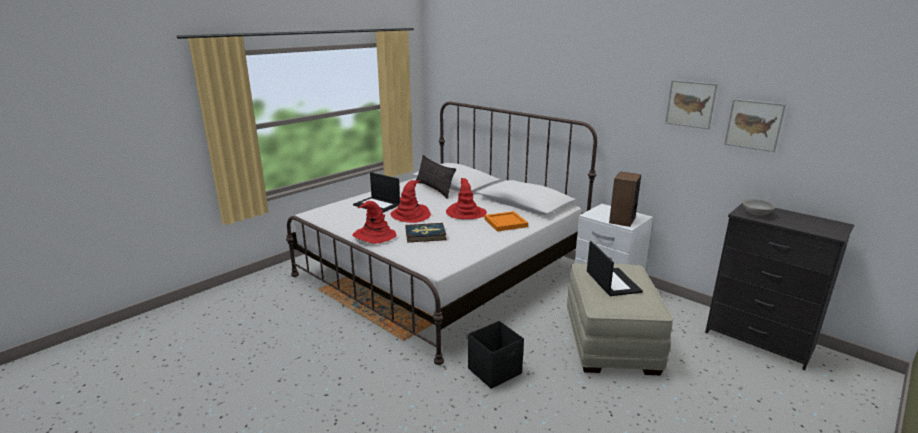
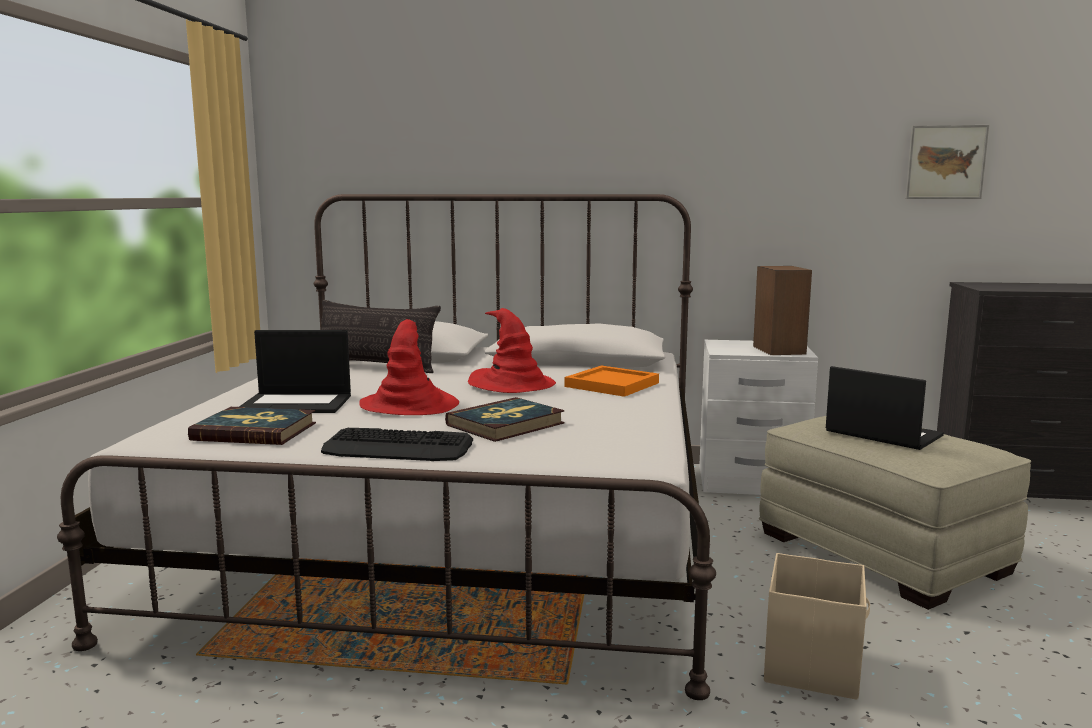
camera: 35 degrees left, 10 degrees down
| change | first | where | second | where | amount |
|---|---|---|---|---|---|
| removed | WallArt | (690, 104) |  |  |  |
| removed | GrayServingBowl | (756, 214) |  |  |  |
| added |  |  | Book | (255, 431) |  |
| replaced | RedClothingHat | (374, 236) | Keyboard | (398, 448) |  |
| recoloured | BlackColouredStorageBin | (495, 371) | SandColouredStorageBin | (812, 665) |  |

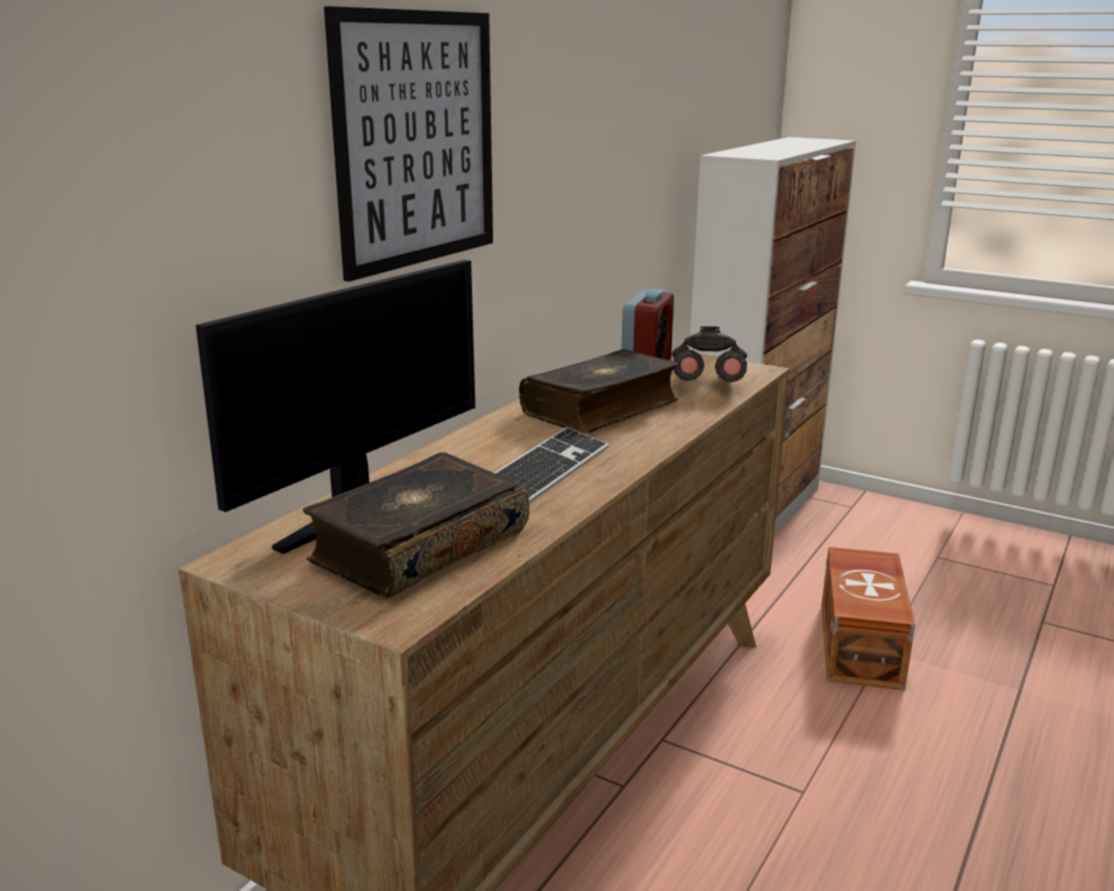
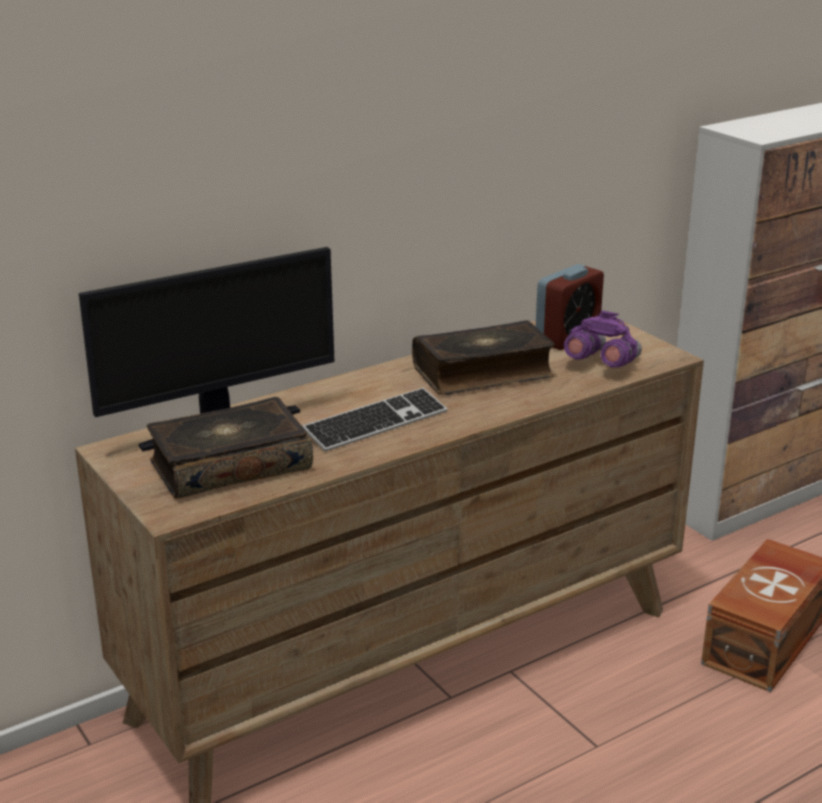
camera: 25 degrees right, 5 degrees up
| change | first | where | second | where | amount |
|---|---|---|---|---|---|
| removed | WallArt | (417, 140) |  |  |  |
| recoloured | GrayBinoculars | (706, 384) | PurpleColouredBinoculars | (601, 364) |  |

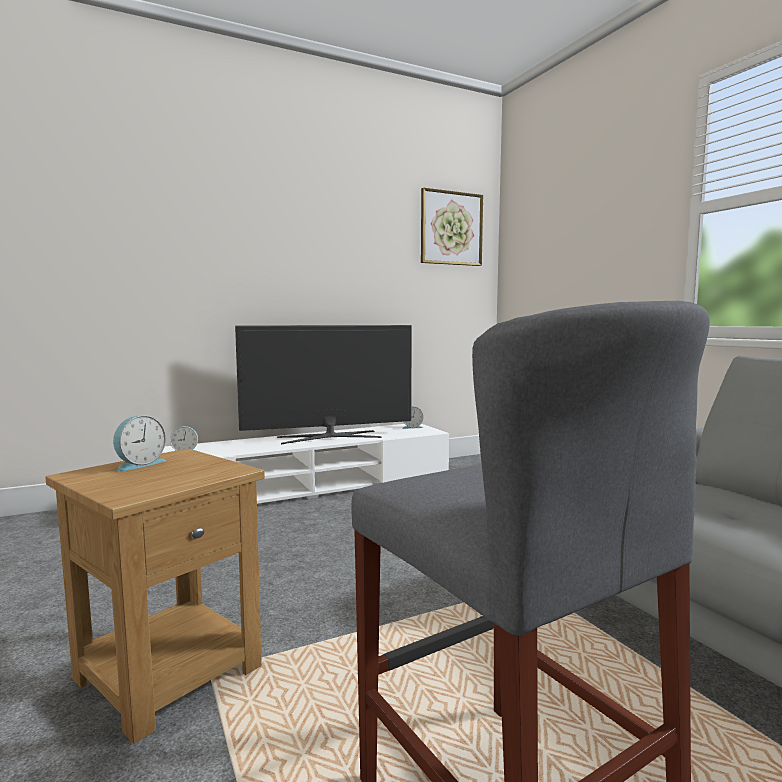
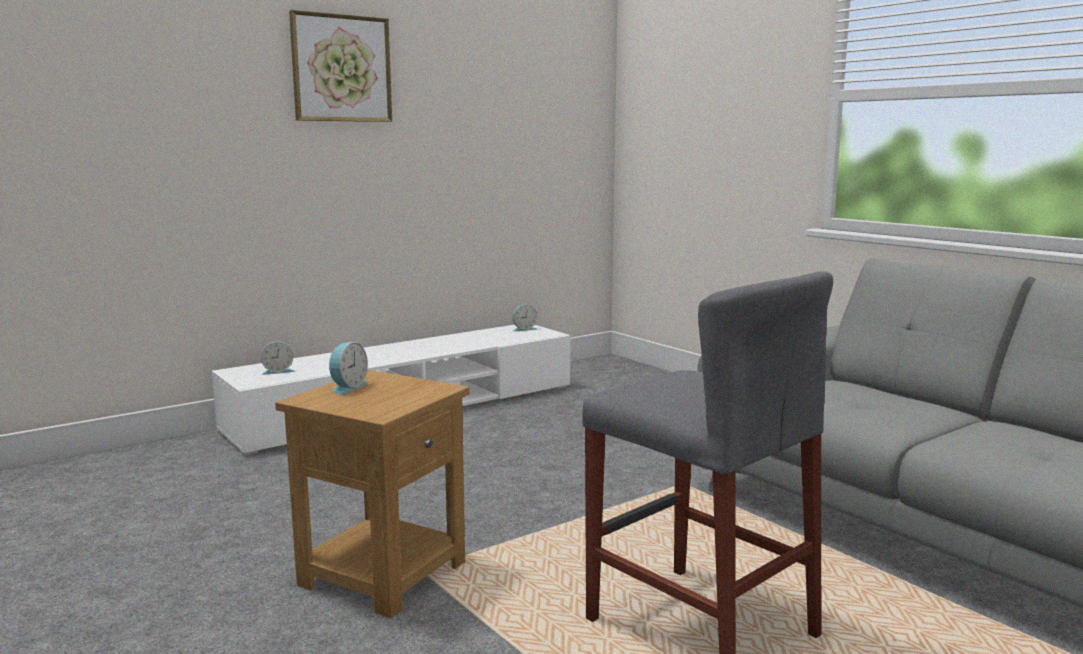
camera: 10 degrees left, 5 degrees up
| change | first | where | second | where | amount |
|---|---|---|---|---|---|
| removed | Television | (330, 437) |  |  |  |
| moved | WallArt | (451, 228) |  | (341, 68) |  |

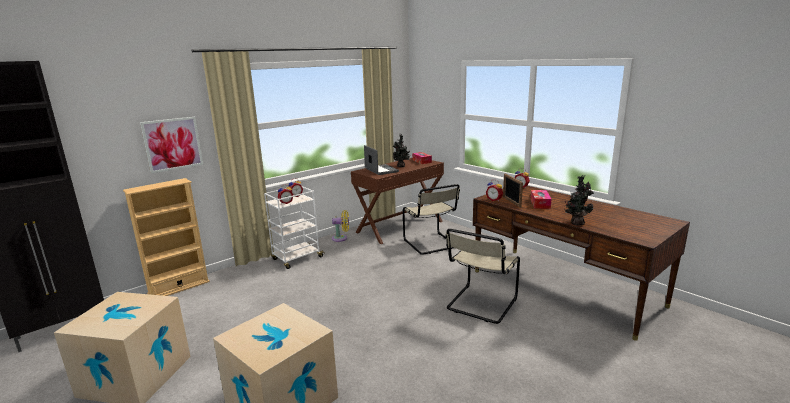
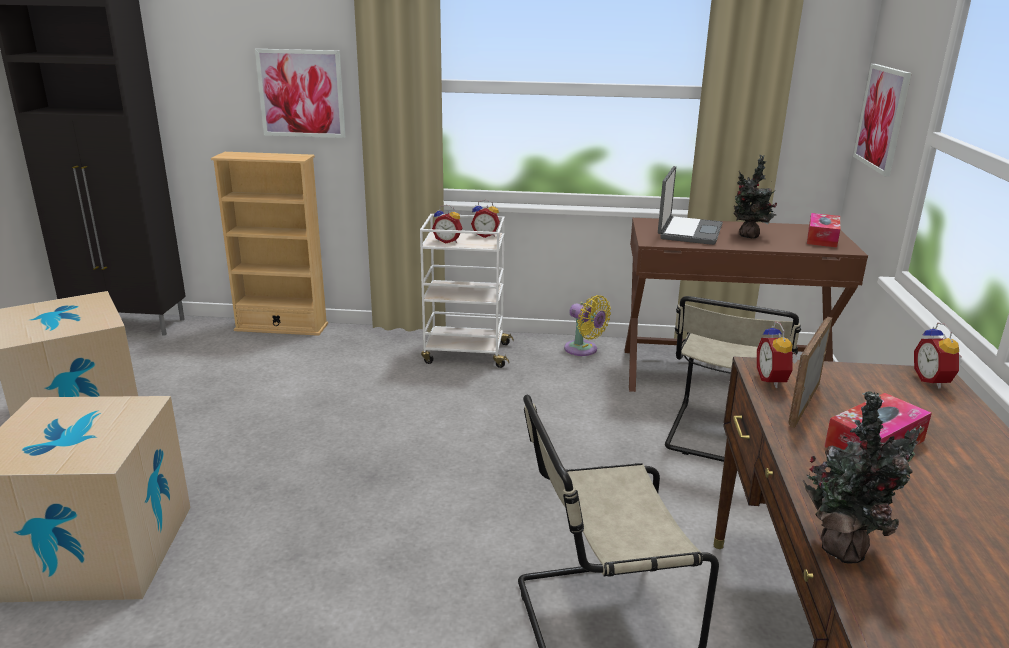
camera: 45 degrees right, 5 degrees up
| change | first | where | second | where | amount |
|---|---|---|---|---|---|
| added |  |  | WallArt | (882, 118) |  |

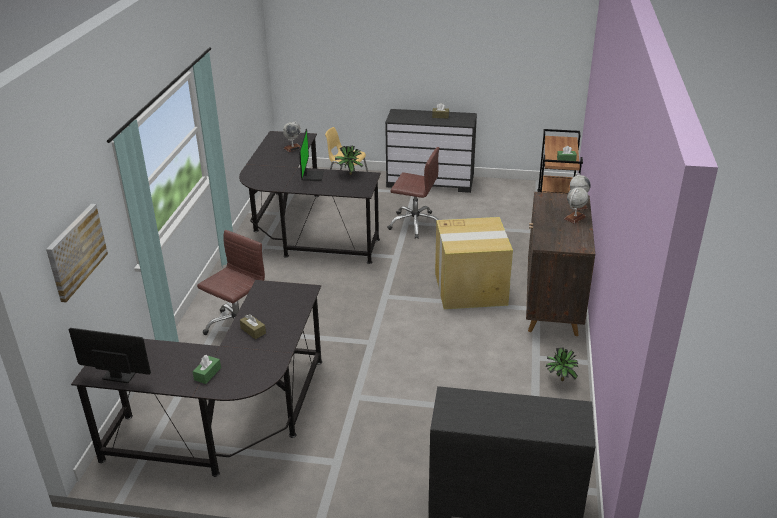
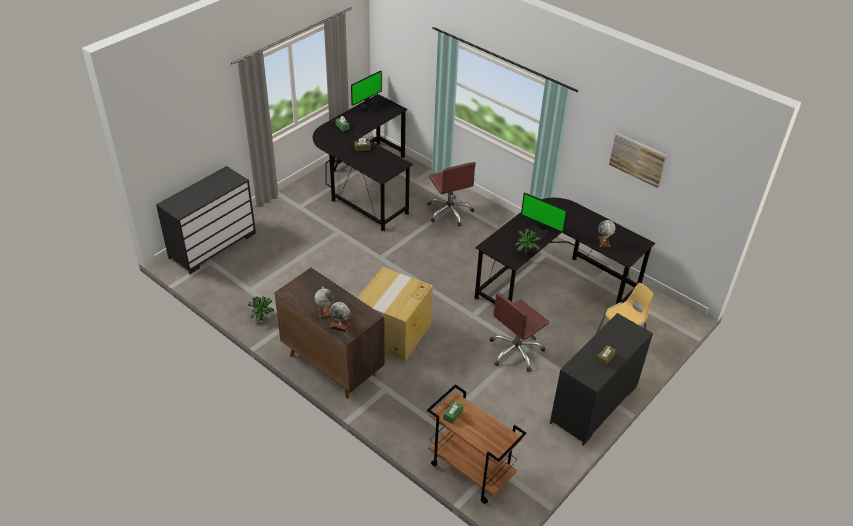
camera: 120 degrees right, 10 degrees up
| change | first | where | second | where | amount |
|---|---|---|---|---|---|
| moved | WallArt | (76, 251) |  | (638, 159) |  |

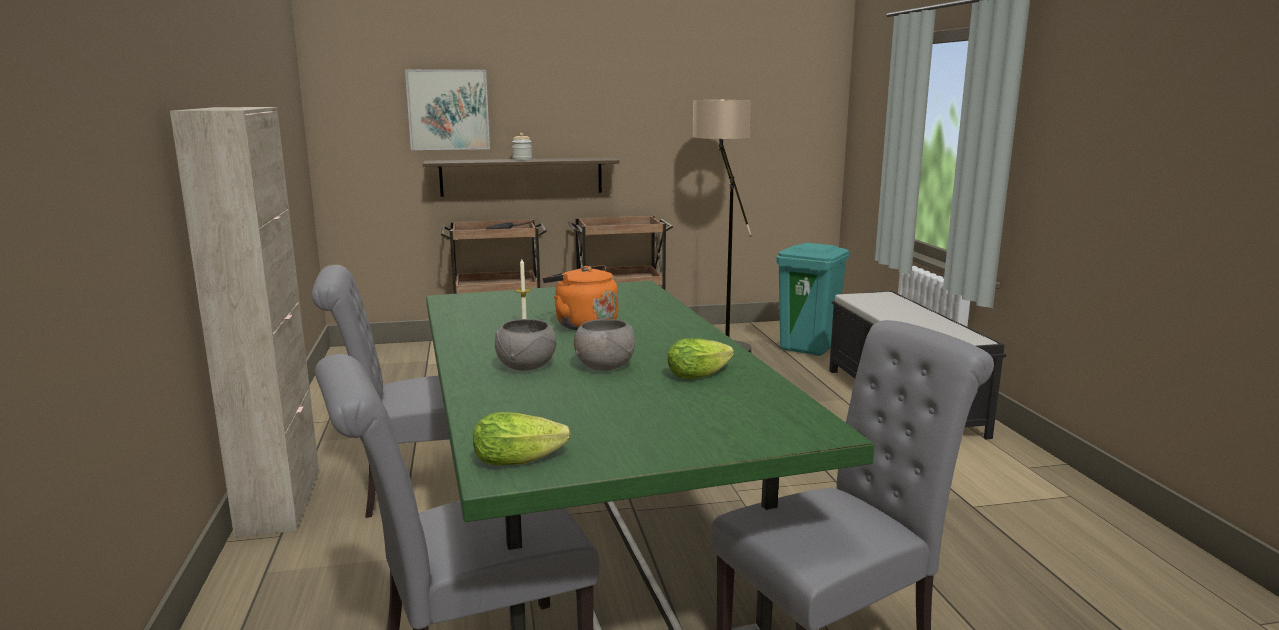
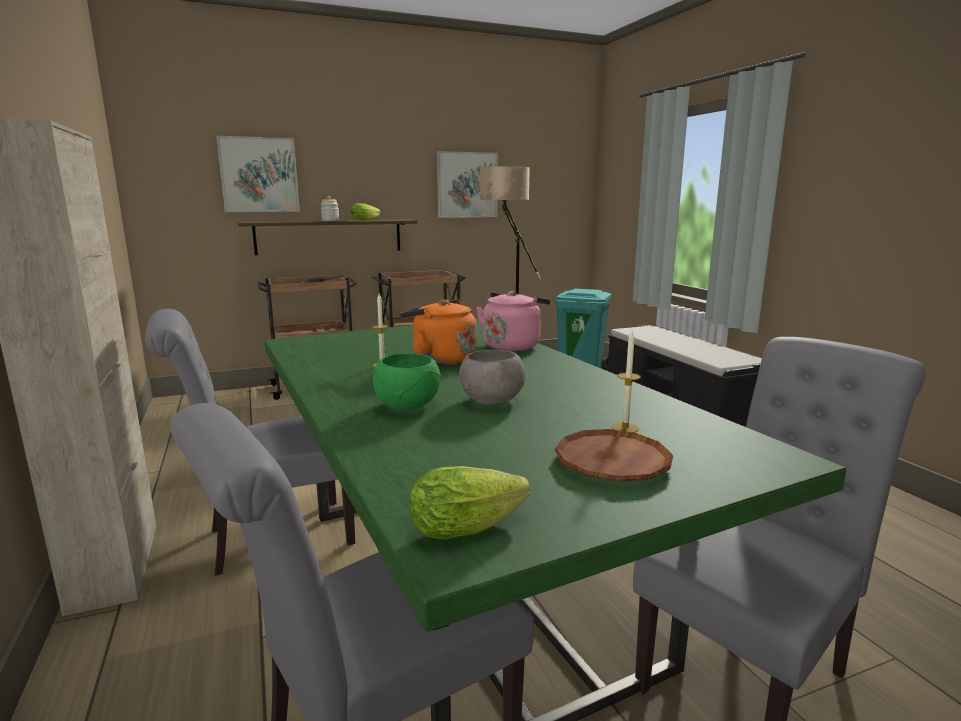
camera: 10 degrees left, 0 degrees up
| change | first | where | second | where | amount |
|---|---|---|---|---|---|
| added |  |  | WallArt | (467, 185) |  |
| added |  |  | PinkColouredWaterKettle | (512, 345) |  |
| added |  |  | BrownFlatDish | (612, 463) |  |
| added |  |  | Candle | (625, 428) |  |
| moved | Lettuce | (702, 374) |  | (366, 220) |  |
| recoloured | GrayServingBowl | (525, 367) | GreenishServingBowl | (406, 406) |  |

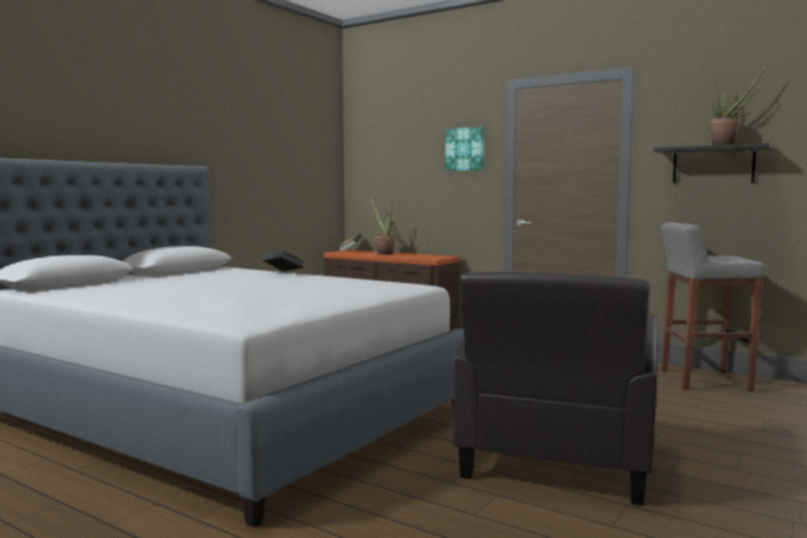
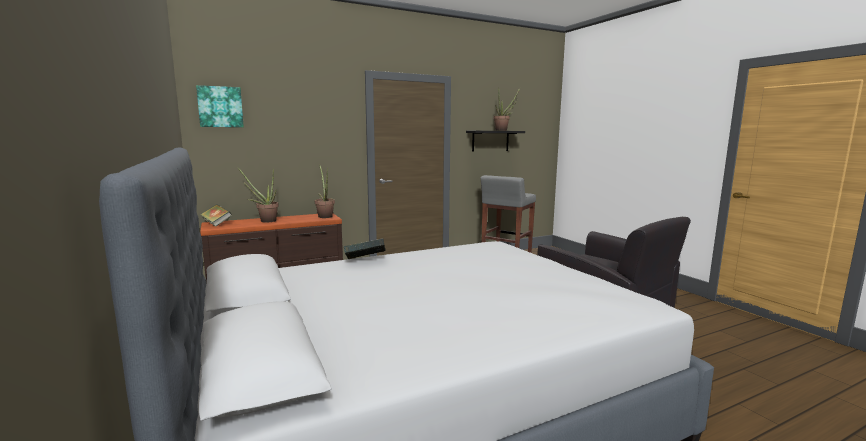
camera: 60 degrees left, 5 degrees up
| change | first | where | second | where | amount |
|---|---|---|---|---|---|
| added |  |  | PottedPlant | (325, 216) |  |
| moved | WallArt | (465, 149) |  | (220, 107) |  |

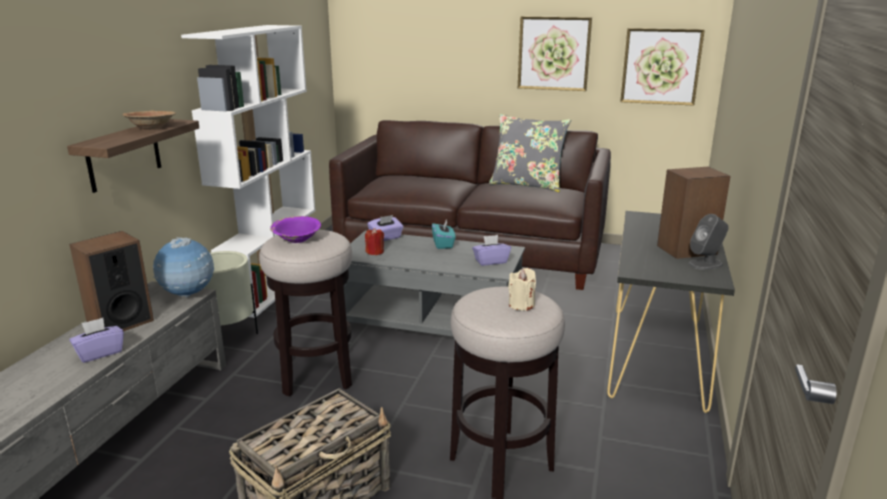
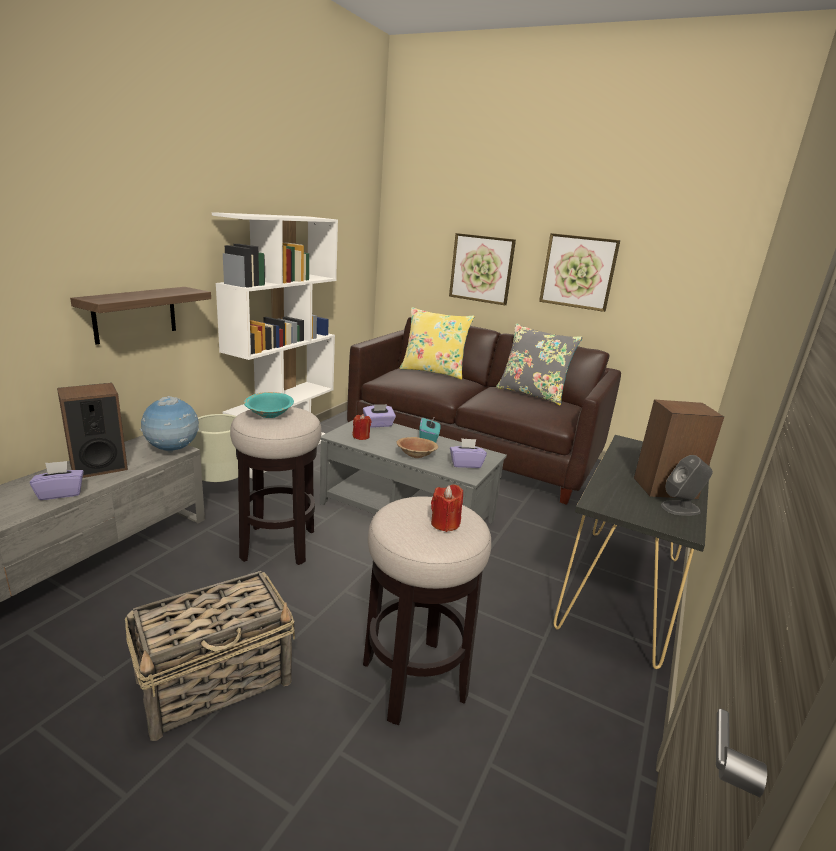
camera: 10 degrees right, 0 degrees up
| change | first | where | second | where | amount |
|---|---|---|---|---|---|
| added |  |  | YellowThrowPillow | (433, 371) |  |
| moved | BrownServingBowl | (151, 128) |  | (416, 455) |  |
| moved | WallArt | (661, 66) |  | (481, 269) |  |
| recoloured | PurpleColouredServingBowl | (297, 239) | TurquoiseColouredServingBowl | (269, 414) |  |
| recoloured | SandColouredCandle | (521, 305) | RedCandle | (445, 523) |  |

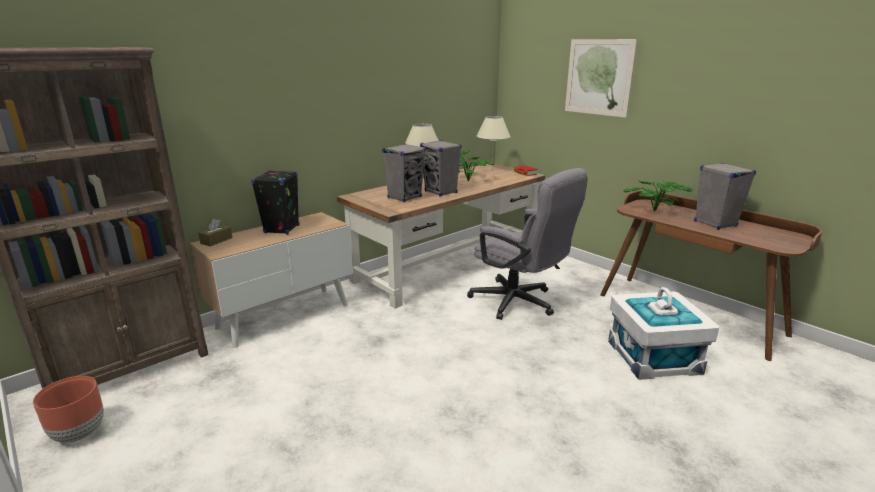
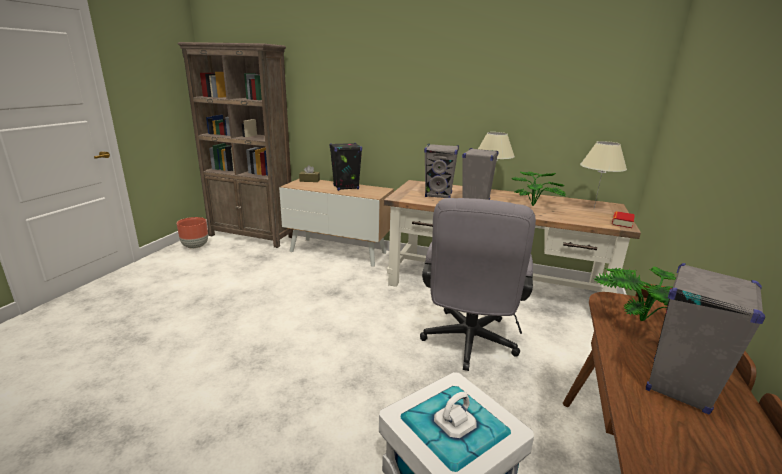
camera: 60 degrees right, 0 degrees up
| change | first | where | second | where | amount |
|---|---|---|---|---|---|
| removed | WallArt | (598, 77) |  |  |  |

